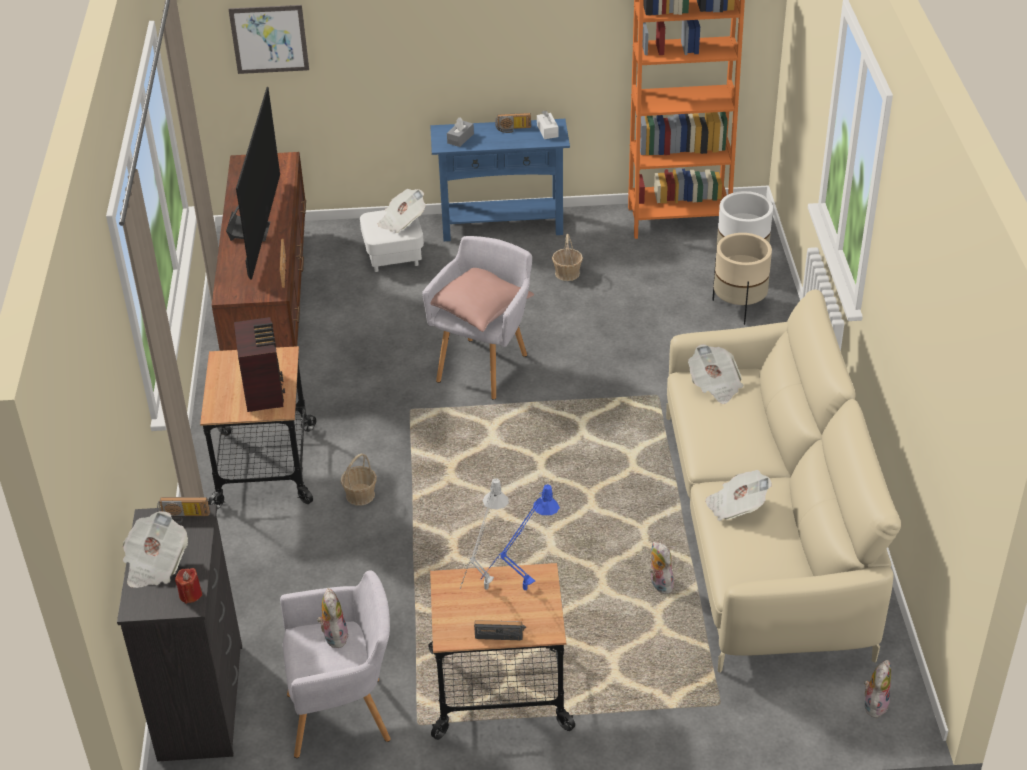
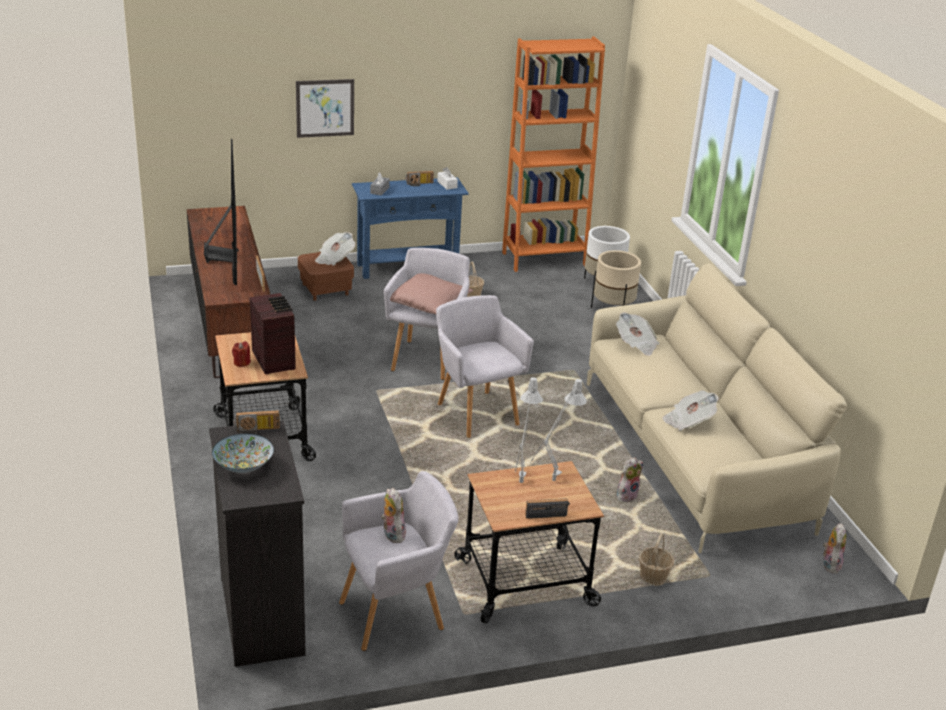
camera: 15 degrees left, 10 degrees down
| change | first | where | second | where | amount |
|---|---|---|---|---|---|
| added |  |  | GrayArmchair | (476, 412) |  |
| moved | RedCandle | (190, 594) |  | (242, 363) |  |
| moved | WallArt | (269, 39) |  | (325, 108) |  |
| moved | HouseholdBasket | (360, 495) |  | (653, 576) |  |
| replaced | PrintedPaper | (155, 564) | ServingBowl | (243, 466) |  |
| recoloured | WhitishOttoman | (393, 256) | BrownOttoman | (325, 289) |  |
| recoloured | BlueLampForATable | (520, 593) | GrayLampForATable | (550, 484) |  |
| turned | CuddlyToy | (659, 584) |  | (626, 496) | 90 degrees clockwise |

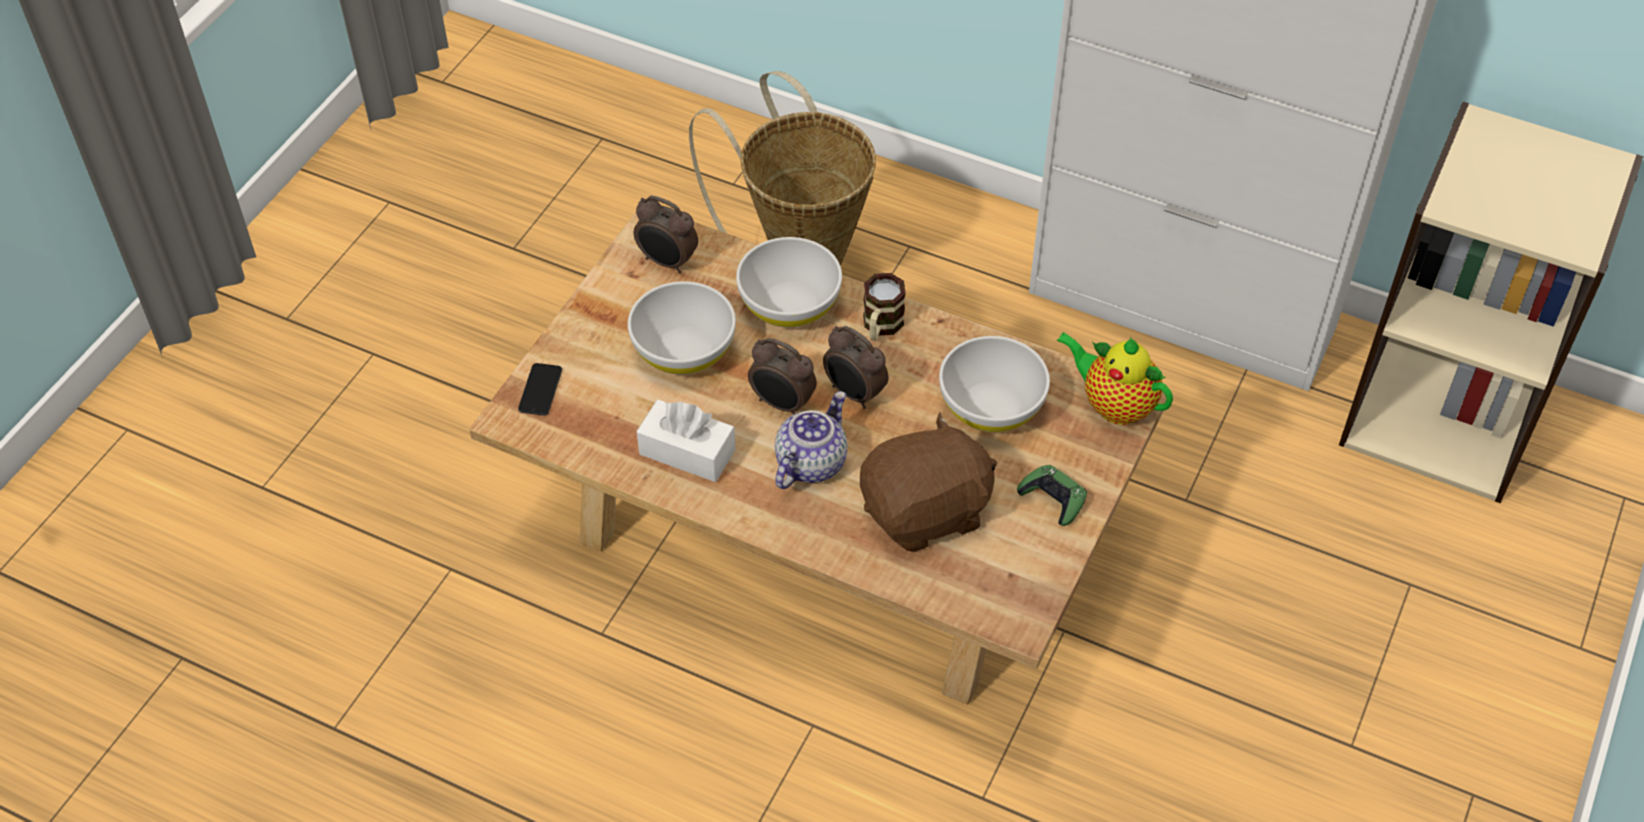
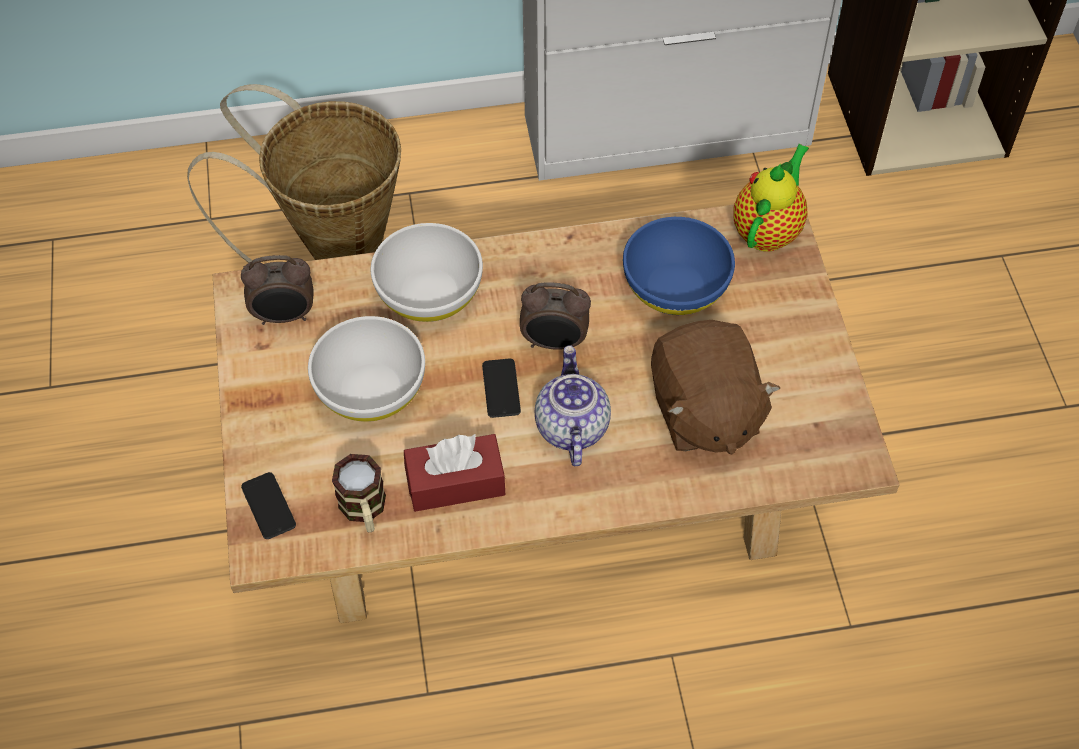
camera: 35 degrees left, 5 degrees up
| change | first | where | second | where | amount |
|---|---|---|---|---|---|
| removed | GreenishGamepad | (1053, 499) |  |  |  |
| moved | Mug | (880, 327) |  | (364, 510) |  |
| replaced | TableClock | (782, 404) | Phone | (501, 388) |  |
| recoloured | WhitishBoxOfTissues | (687, 452) | RedBoxOfTissues | (455, 482) |  |
| recoloured | WhitishServingBowl | (991, 406) | BlueServingBowl | (675, 287) |  |
| turned | BrownCuddlyToy | (926, 512) |  | (704, 412) | 135 degrees clockwise |
| turned | Teapot | (1114, 405) |  | (768, 230) | 120 degrees clockwise |

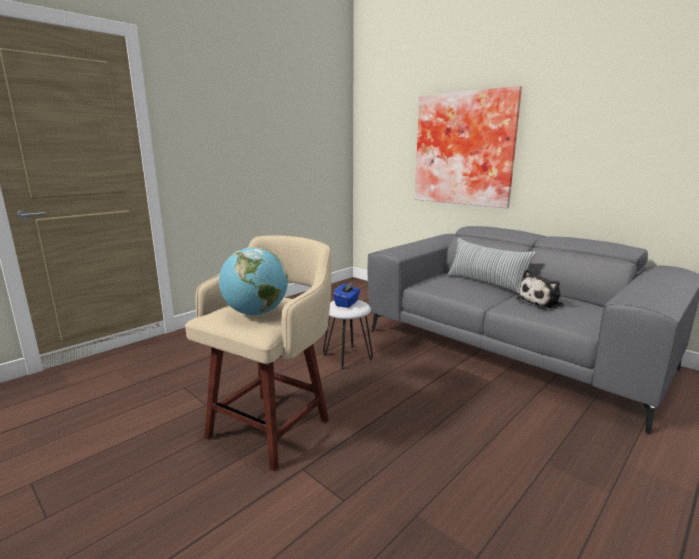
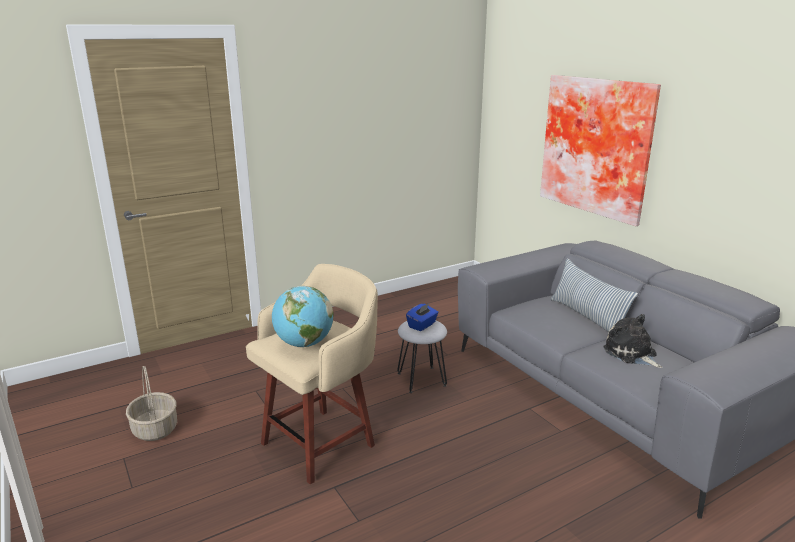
camera: 15 degrees right, 5 degrees up
| change | first | where | second | where | amount |
|---|---|---|---|---|---|
| added |  |  | HouseholdBasket | (154, 429) |  |
| turned | CuddlyToy | (542, 302) |  | (631, 354) | 75 degrees clockwise |

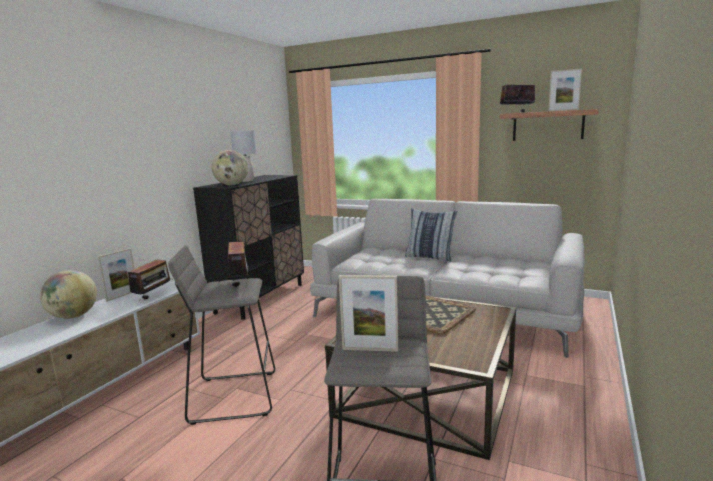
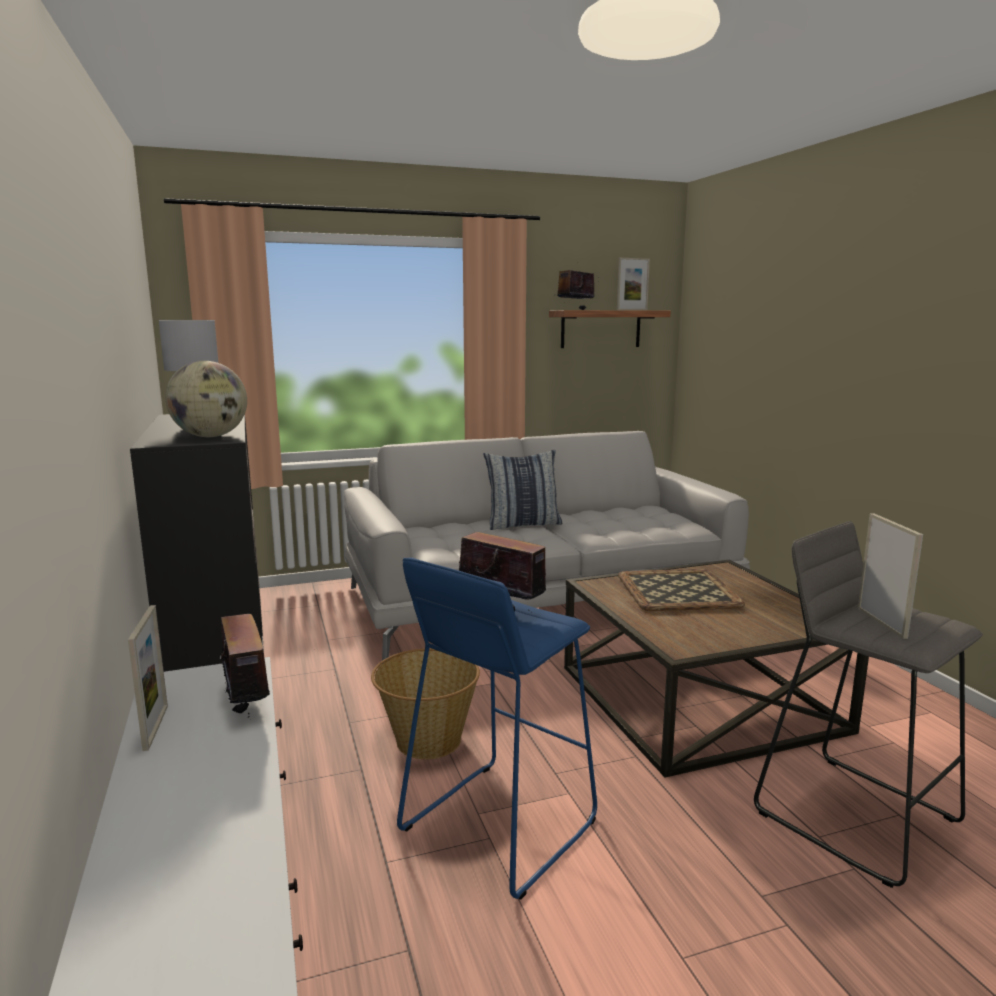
camera: 45 degrees left, 0 degrees up
| change | first | where | second | where | amount |
|---|---|---|---|---|---|
| removed | WorldGlobe | (73, 316) |  |  |  |
| added |  |  | HouseholdBasket | (427, 740) |  |
| recoloured | GraySittingStool | (234, 396) | BlueSittingStool | (498, 825) |  |
| turned | PhotoFrame | (370, 349) |  | (881, 622) | 60 degrees counterclockwise |

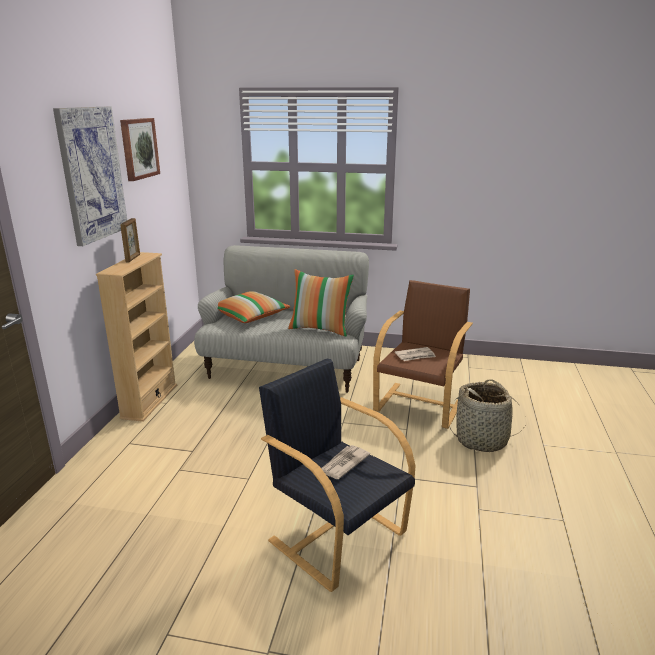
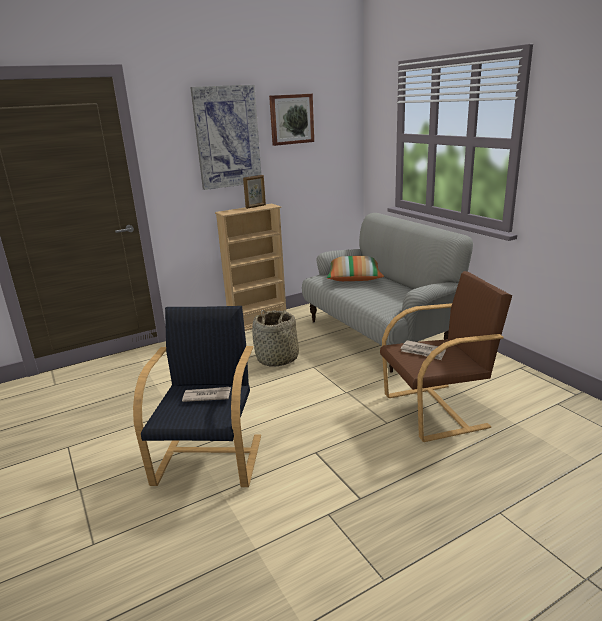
camera: 50 degrees right, 0 degrees up
| change | first | where | second | where | amount |
|---|---|---|---|---|---|
| removed | ThrowPillow | (320, 329) |  |  |  |
| moved | HouseholdBasket | (482, 440) |  | (277, 359) |  |

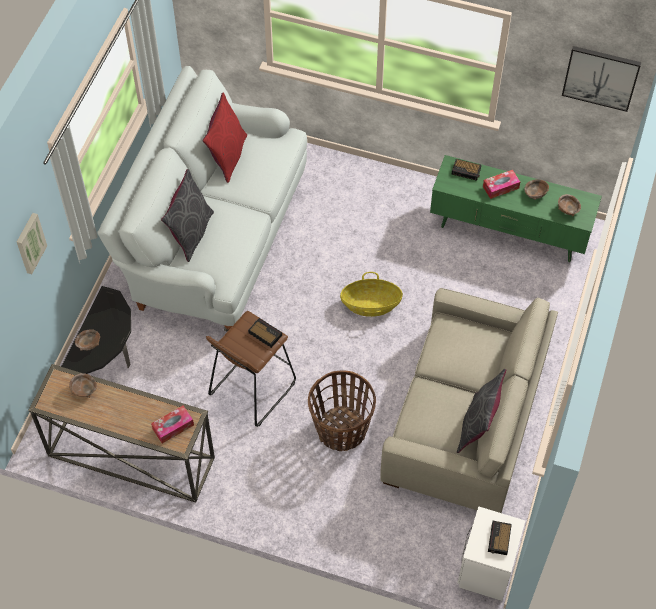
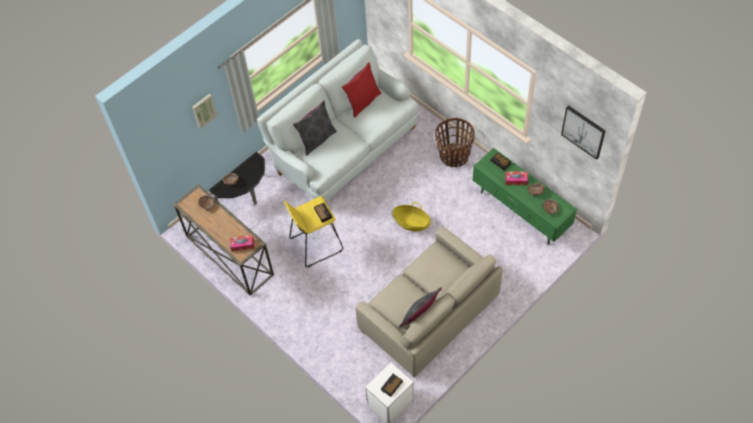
camera: 30 degrees right, 0 degrees up
| change | first | where | second | where | amount |
|---|---|---|---|---|---|
| moved | HouseholdBasket | (341, 430) |  | (454, 156) |  |
| recoloured | BrownSittingStool | (251, 388) | YellowSittingStool | (315, 244) |  |

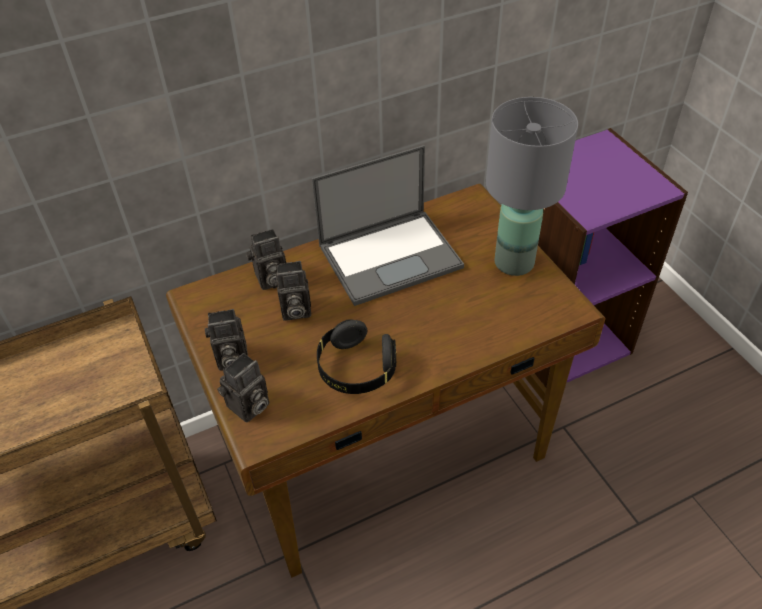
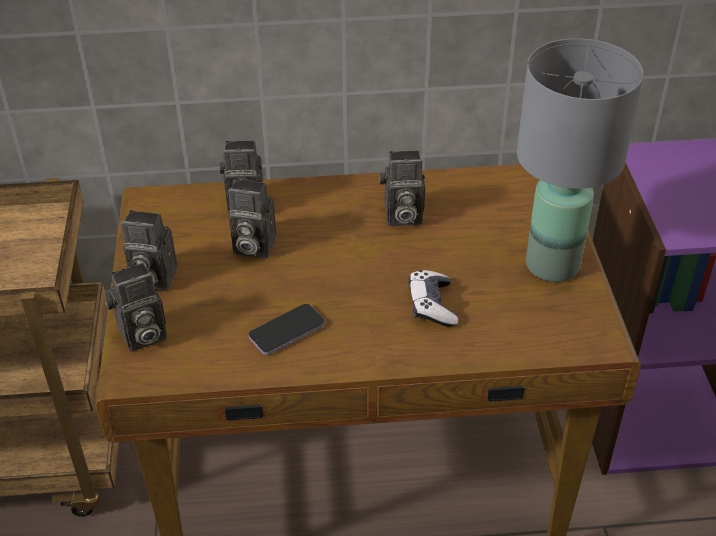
camera: 20 degrees right, 5 degrees down
| change | first | where | second | where | amount |
|---|---|---|---|---|---|
| added |  |  | Gamepad | (431, 305) |  |
| replaced | NotebookComputer | (391, 255) | StillCamera | (401, 216) |  |
| replaced | BlackColouredHeadset | (356, 369) | Phone | (287, 331) |  |

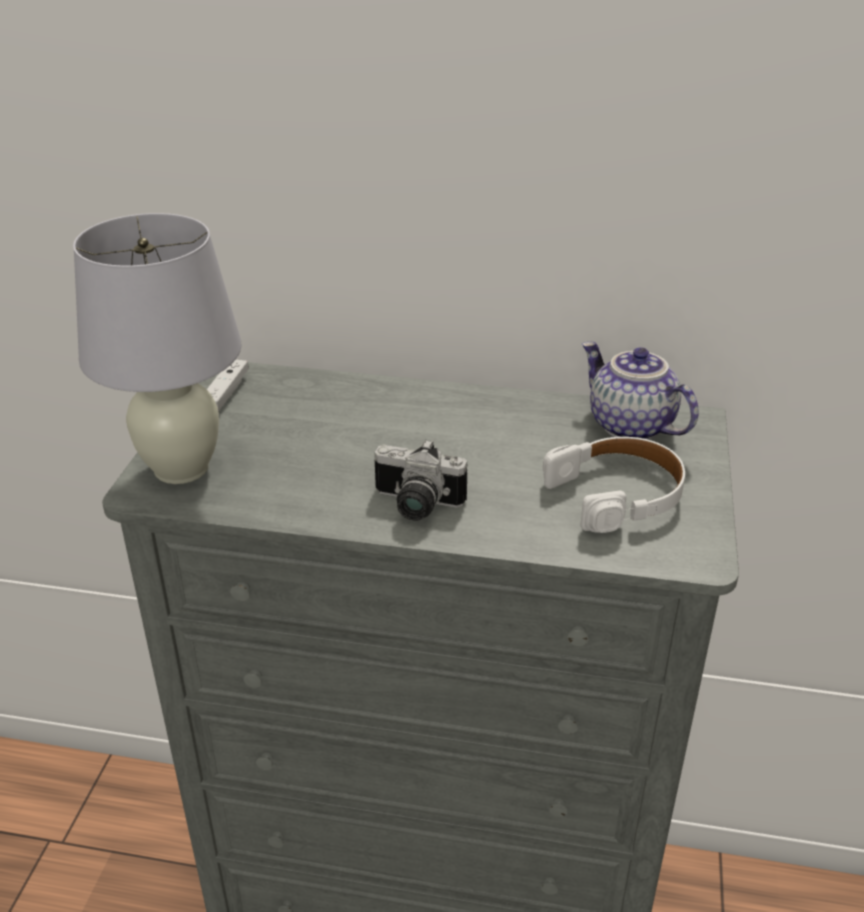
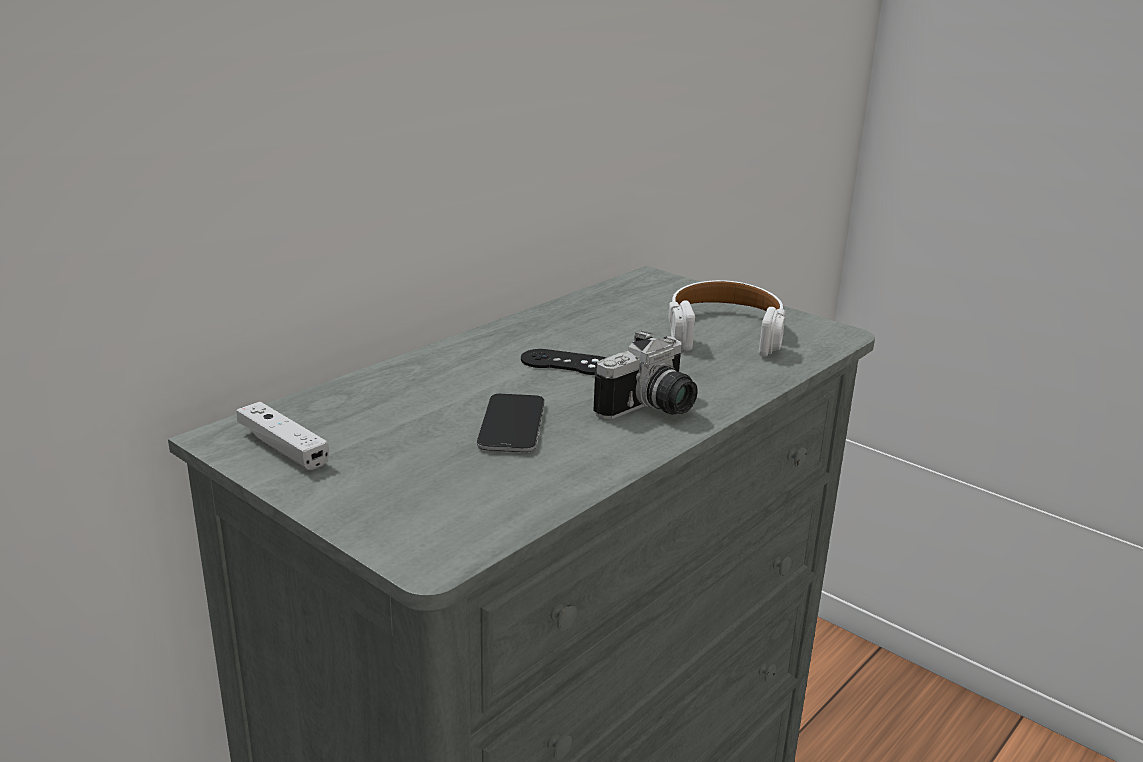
camera: 60 degrees left, 10 degrees down
| change | first | where | second | where | amount |
|---|---|---|---|---|---|
| removed | WhitishLampForATable | (181, 469) |  |  |  |
| removed | Teapot | (628, 426) |  |  |  |
| added |  |  | Phone | (511, 425) |  |
| added |  |  | BlackColouredGamepad | (566, 363) |  |

